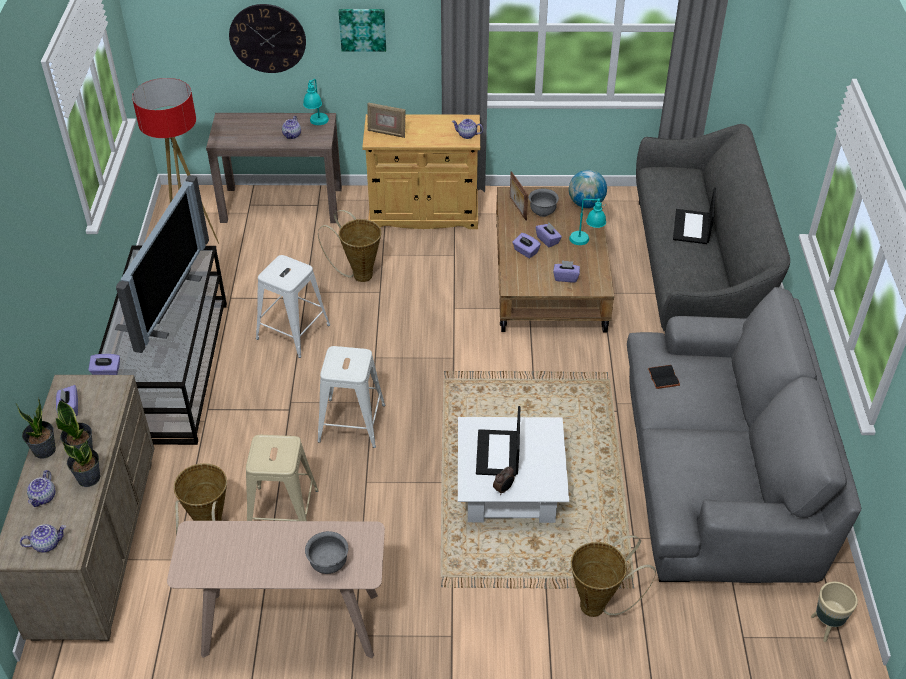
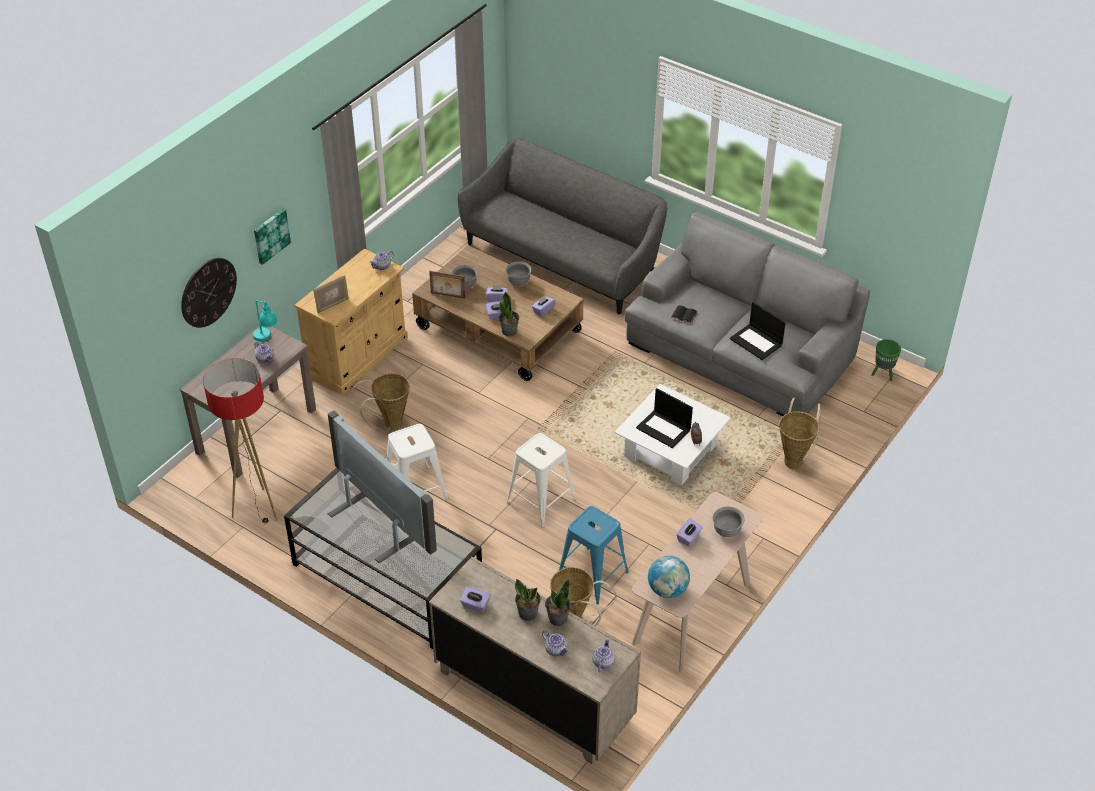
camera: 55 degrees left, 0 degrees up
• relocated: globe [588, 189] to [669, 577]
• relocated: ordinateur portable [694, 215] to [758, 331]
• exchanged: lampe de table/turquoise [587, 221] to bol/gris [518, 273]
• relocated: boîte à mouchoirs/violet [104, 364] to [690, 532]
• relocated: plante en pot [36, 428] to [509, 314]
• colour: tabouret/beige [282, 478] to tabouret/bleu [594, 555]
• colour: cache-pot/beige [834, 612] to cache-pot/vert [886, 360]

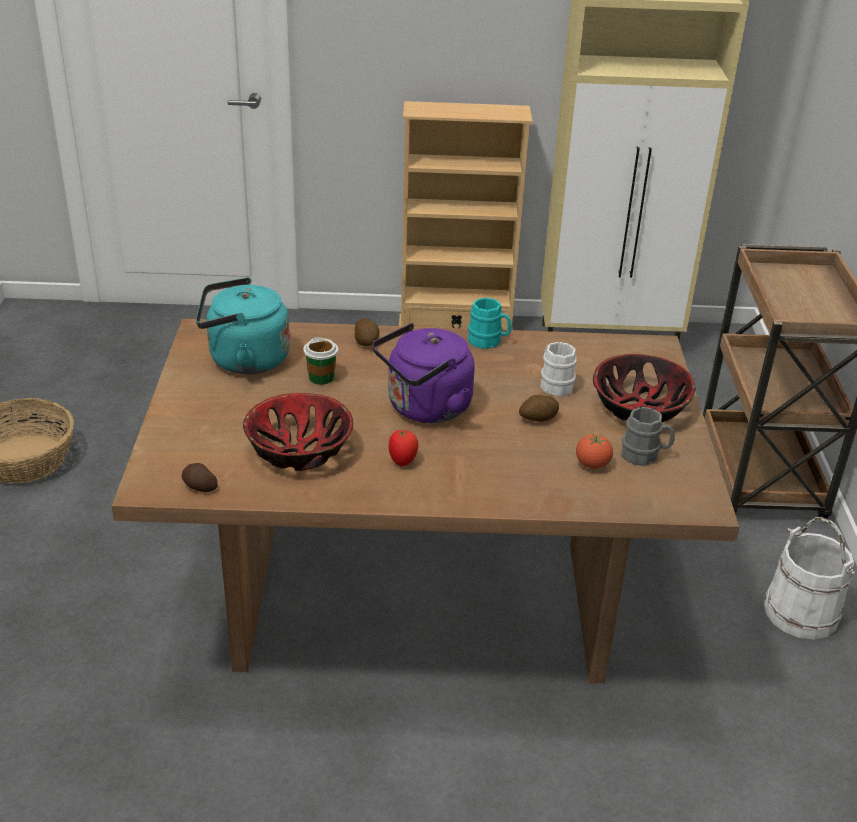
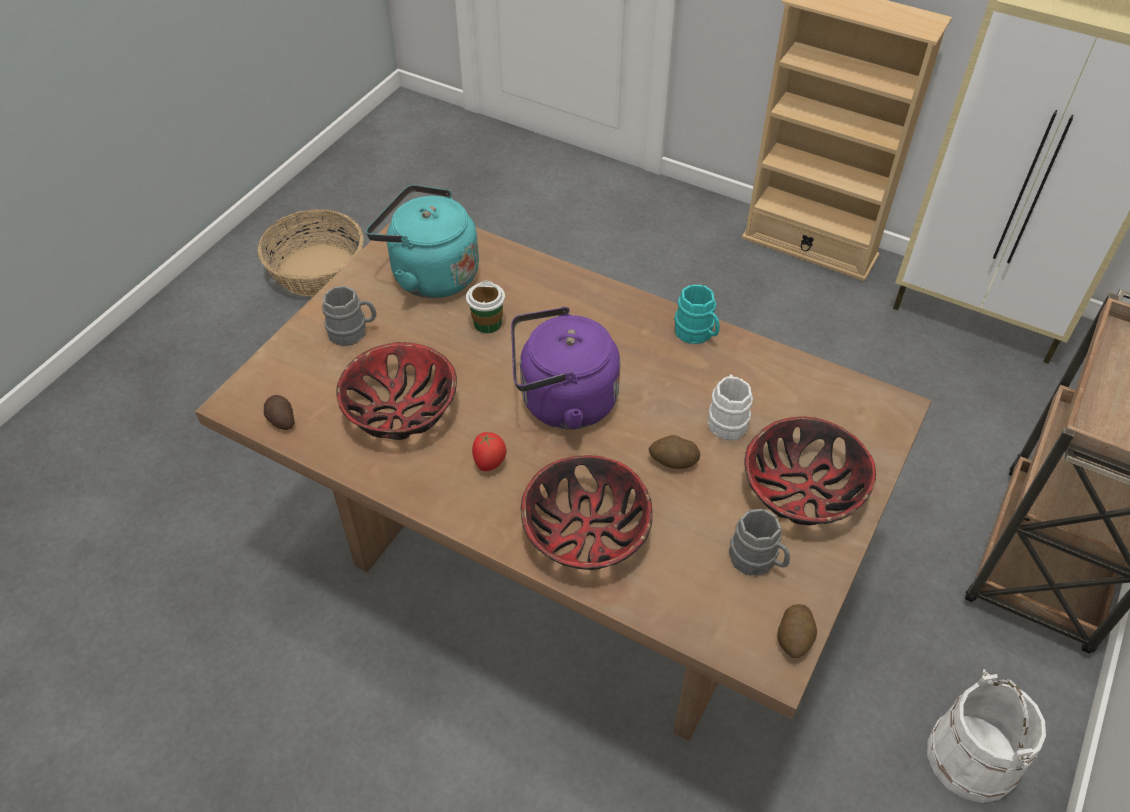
camera: 30 degrees right, 15 degrees up
• relocated: pomme de terre [367, 332] to [797, 631]
• missing: tomate [594, 451]
• appeared: mug/gris [349, 316]
• appeared: bol [587, 512]

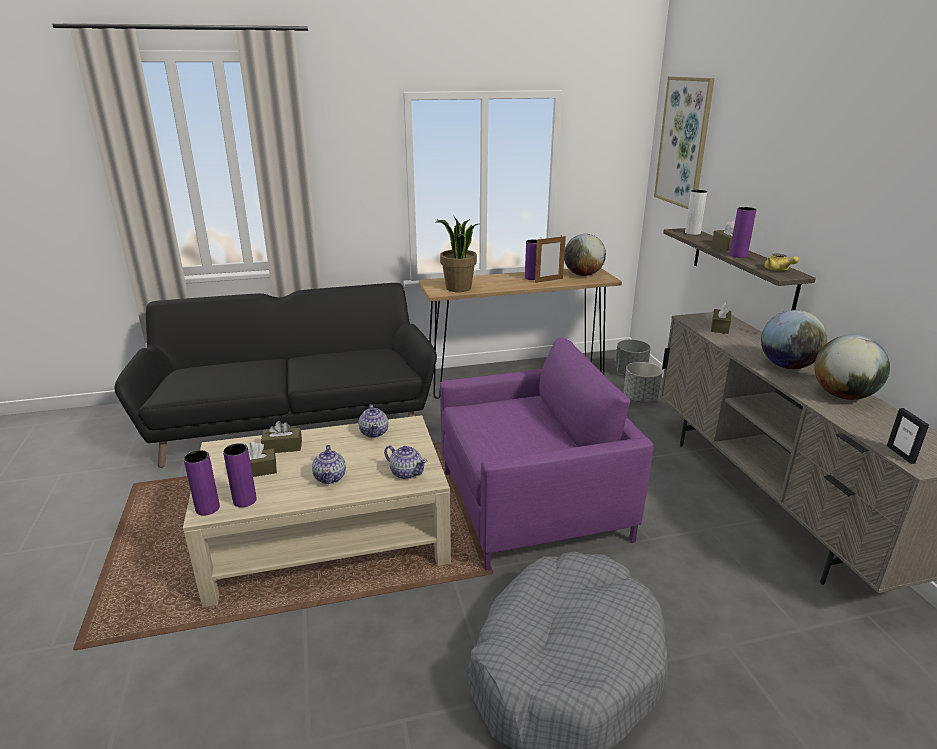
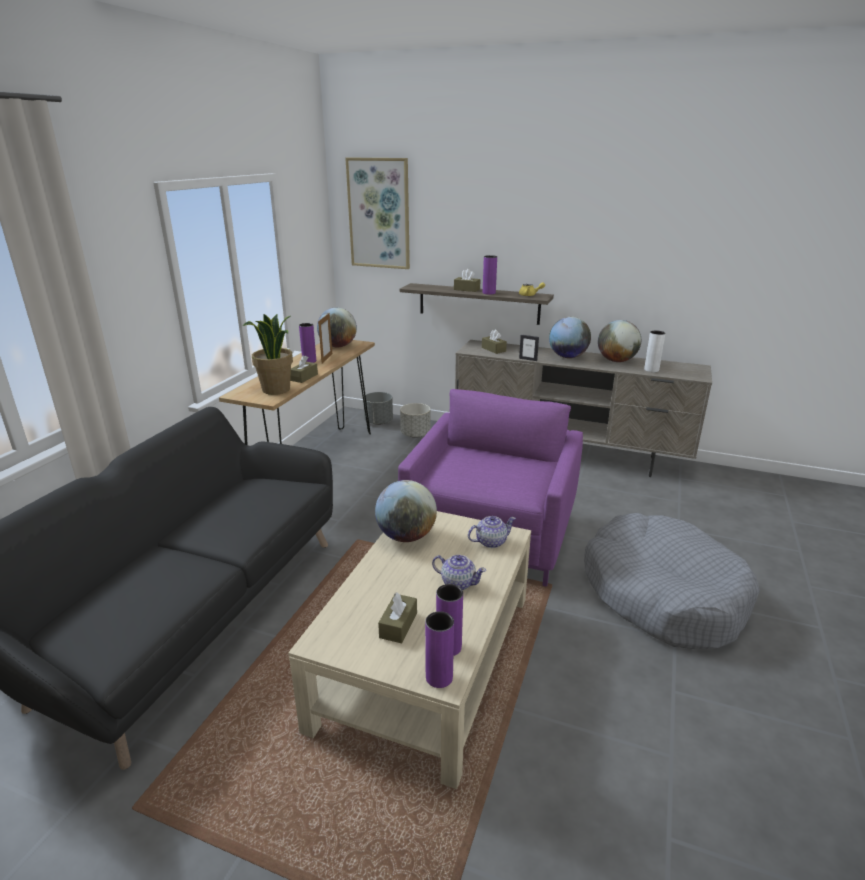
camera: 55 degrees left, 0 degrees up
• relocated: vase/blanc [696, 212] to [654, 351]
• exchanged: théière [373, 421] to globe [406, 511]
• relocated: cadre photo [908, 436] to [529, 348]
• relocated: boîte à mouchoirs/marron [281, 437] to [304, 369]

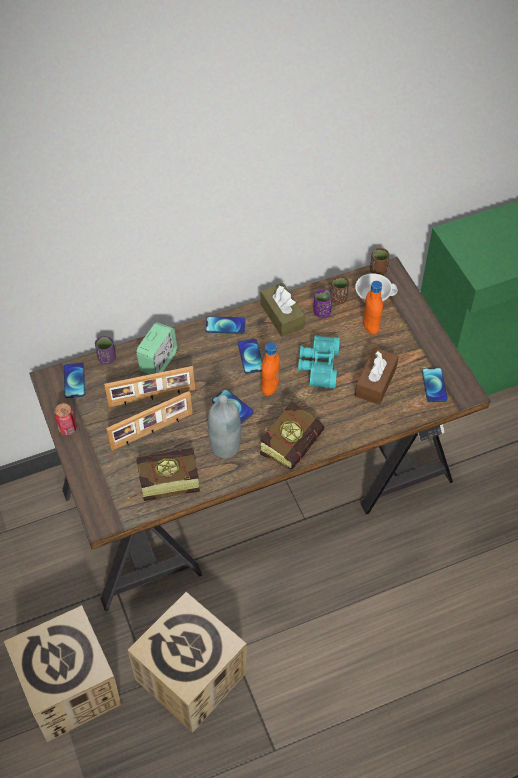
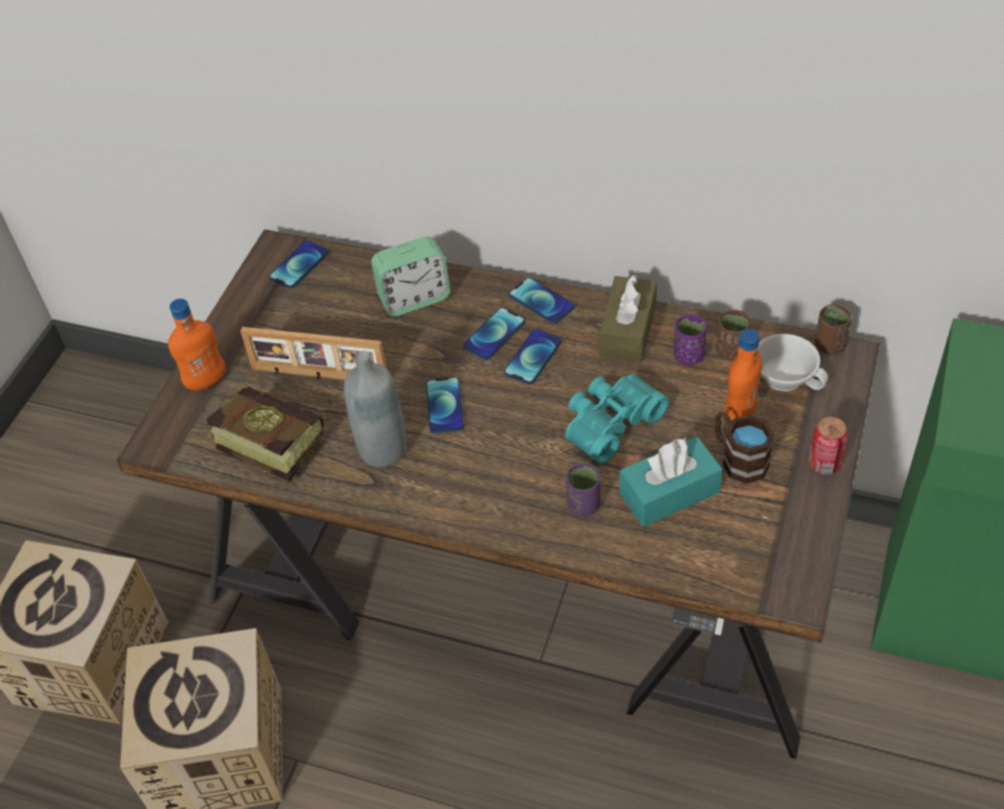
camera: 45 degrees right, 5 degrees down
• relocated: tasse/violet [105, 350] to [583, 490]
• relocated: bouteille/orange [270, 369] to [197, 345]
• colour: boîte à mouchoirs/marron [377, 376] to boîte à mouchoirs/turquoise [671, 481]
• missing: cadre photo [149, 386]
• relocated: téléphone [435, 384] to [494, 333]
• missing: livre [292, 436]
• relocated: boîte métallique [65, 419] to [828, 446]
• appeared: mug/marron [744, 447]

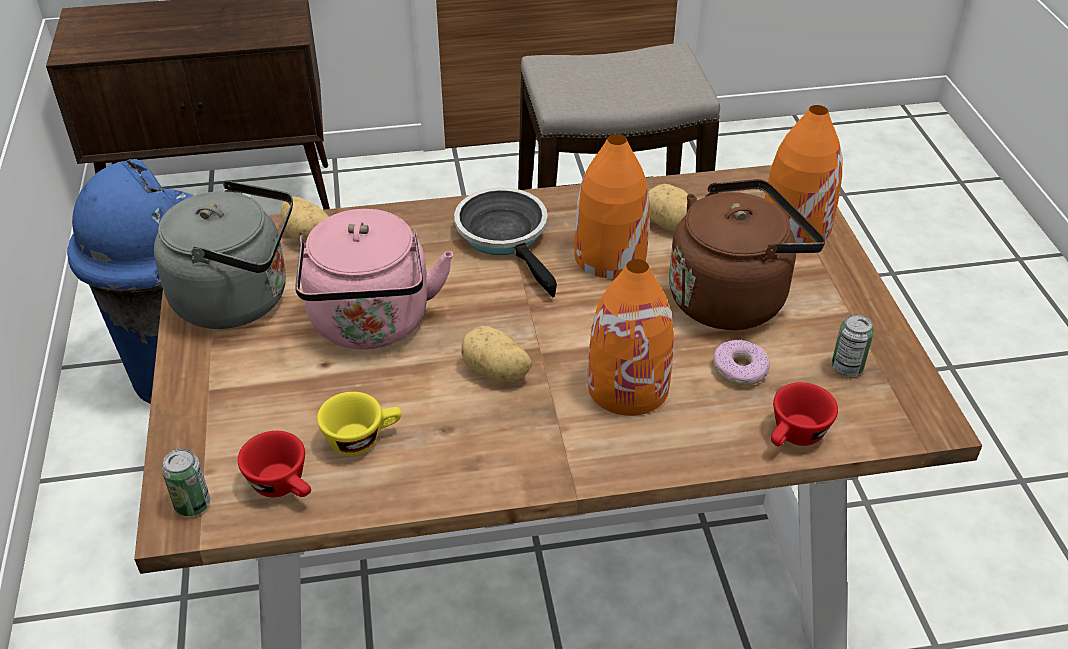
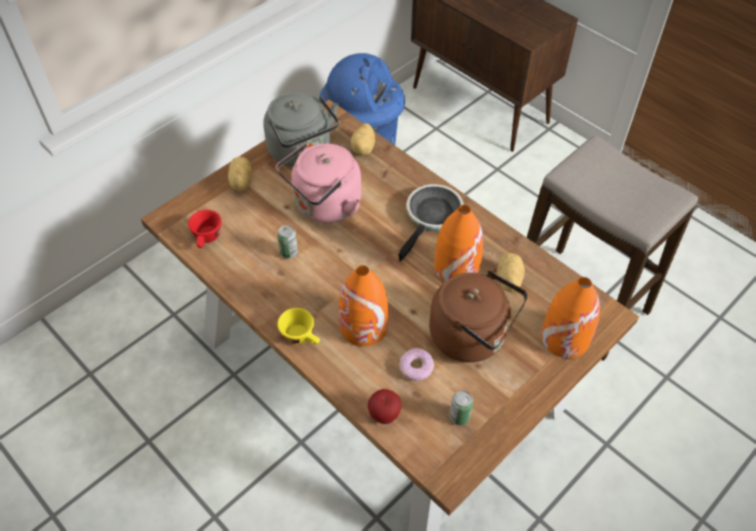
camera: 55 degrees right, 10 degrees up
• relocated: pomme de terre [496, 354] to [240, 174]
• exchanged: tasse/rouge [804, 414] to pomme [385, 406]
• relocated: tasse/jaune [359, 424] to [298, 326]
• relocated: boîte métallique [186, 482] to [287, 242]

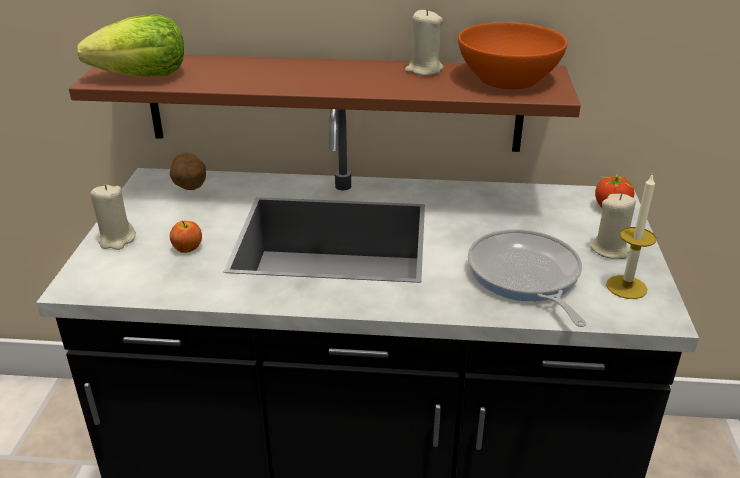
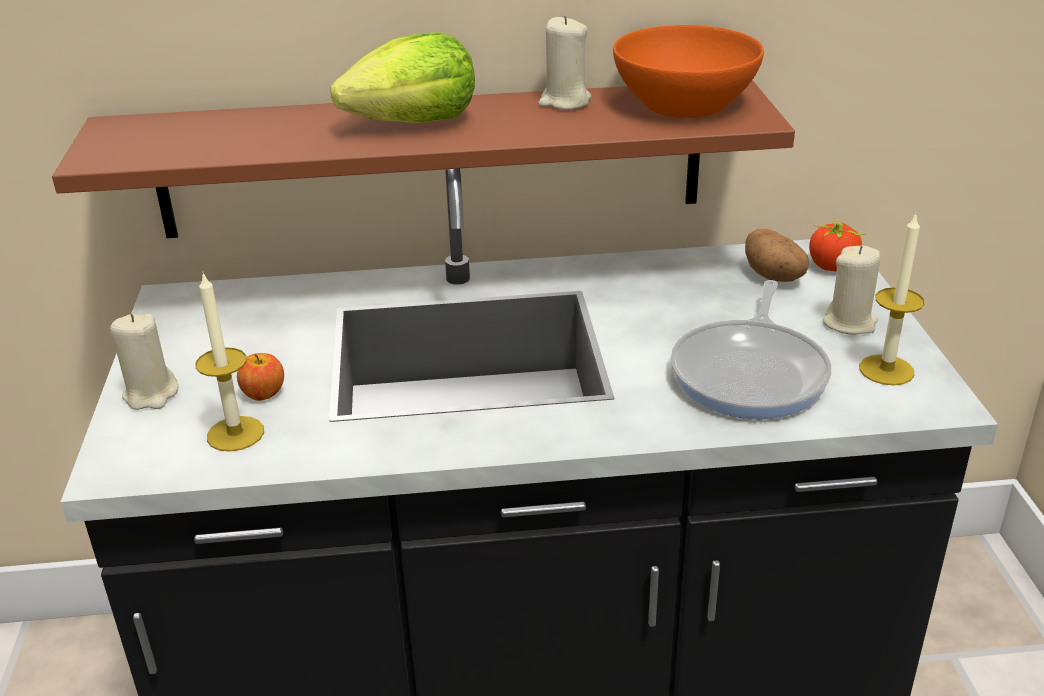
camera: 10 degrees left, 0 degrees up
• relocated: laitue [130, 46] to [402, 77]
• relocated: pomme de terre [188, 171] to [777, 255]
• spun: poêle [527, 278] = [751, 349] 135 degrees counterclockwise
• appeared: bougie [230, 362]

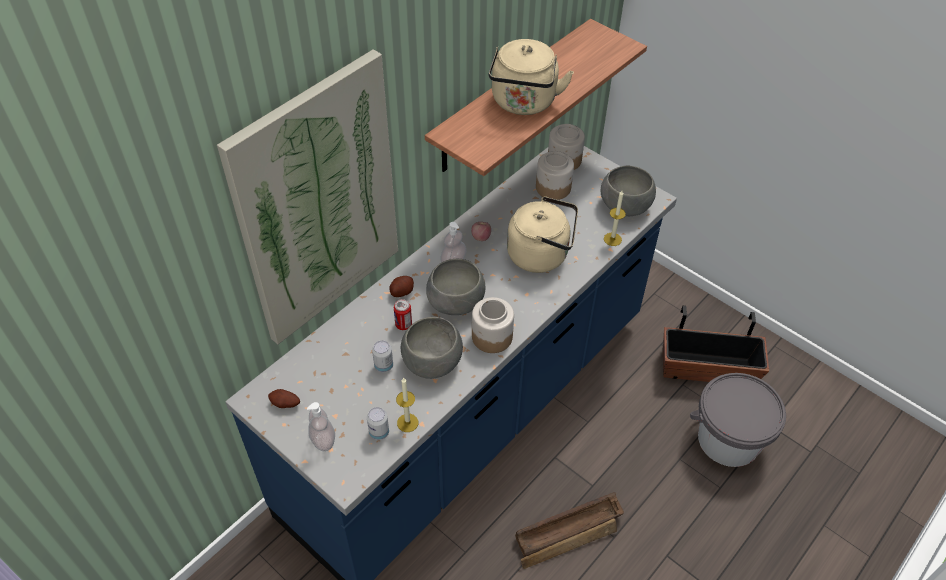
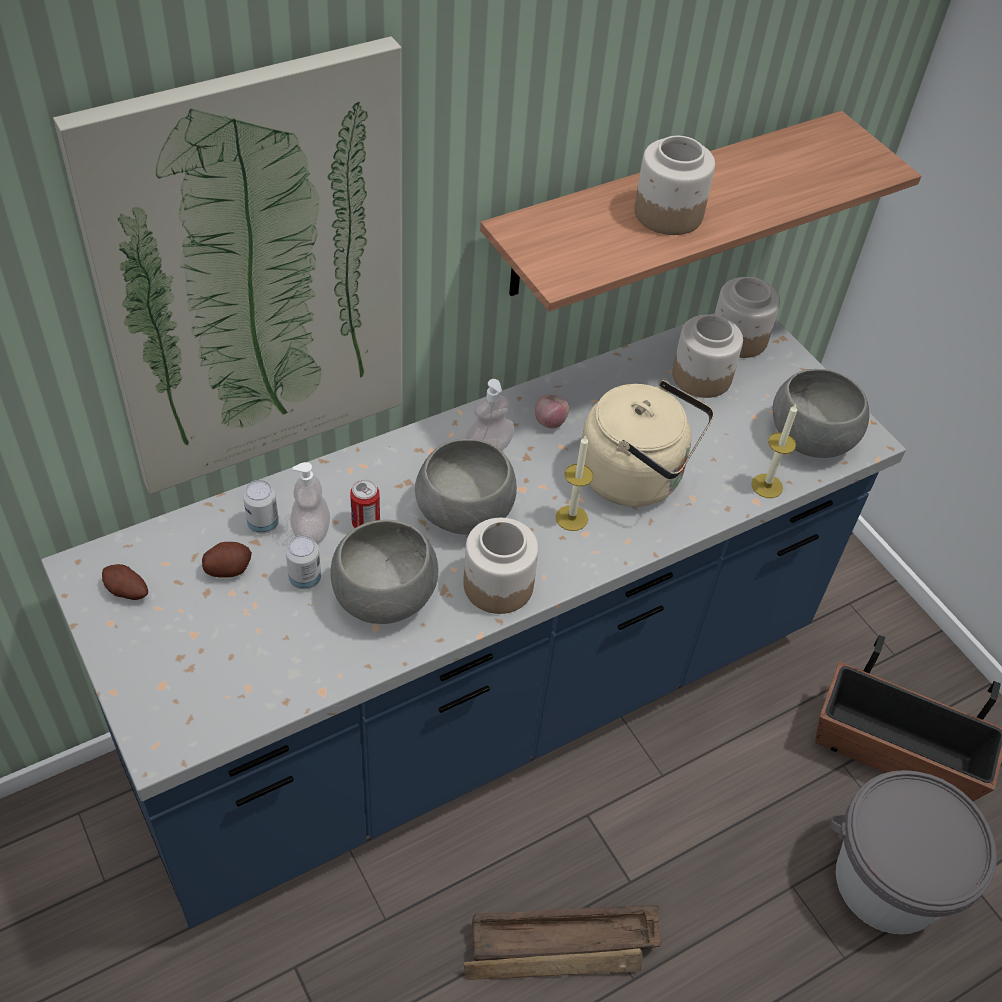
camera: 15 degrees right, 0 degrees up
• exchanged: bouilloire/beige [531, 77] to bocal [674, 185]
• relocated: pomme de terre [401, 286] to [227, 560]
• relocated: bougie [407, 405] to [574, 483]
• relocated: distributeur de savon [321, 426] to [310, 503]
• relocated: boîte métallique [378, 423] to [261, 507]

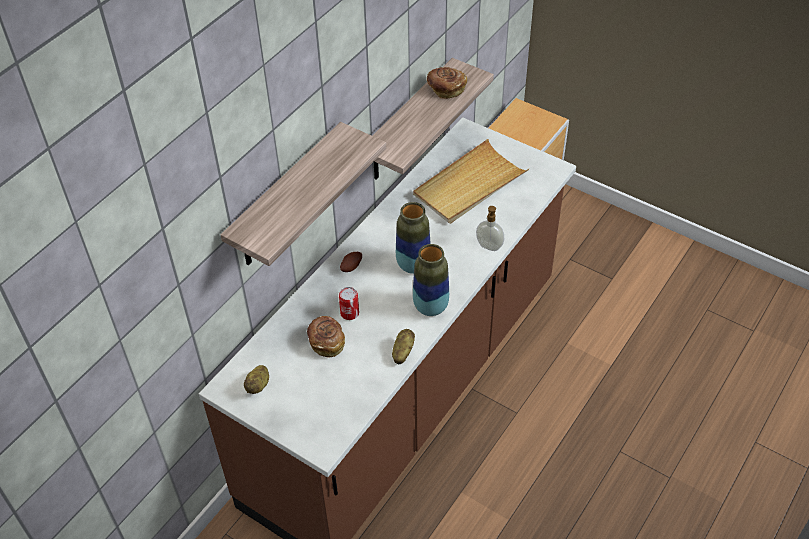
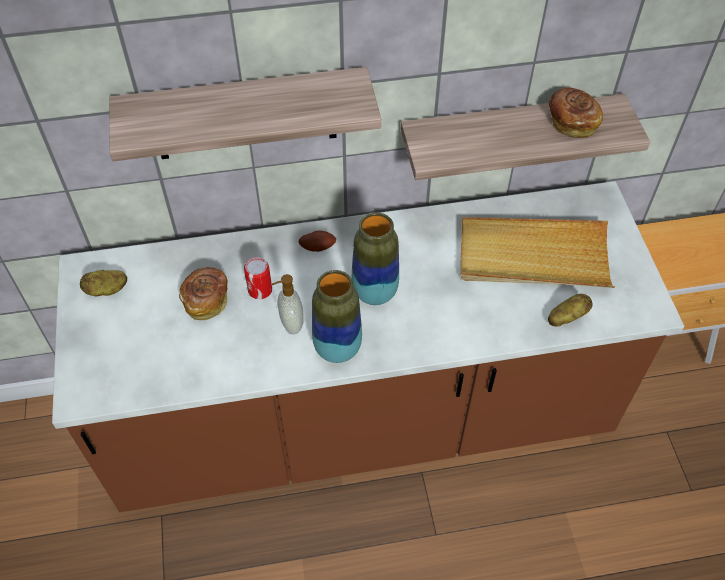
camera: 45 degrees right, 5 degrees up
• relocated: distributeur de savon [490, 228] to [288, 304]
• relocated: pomme de terre [403, 346] to [570, 310]

